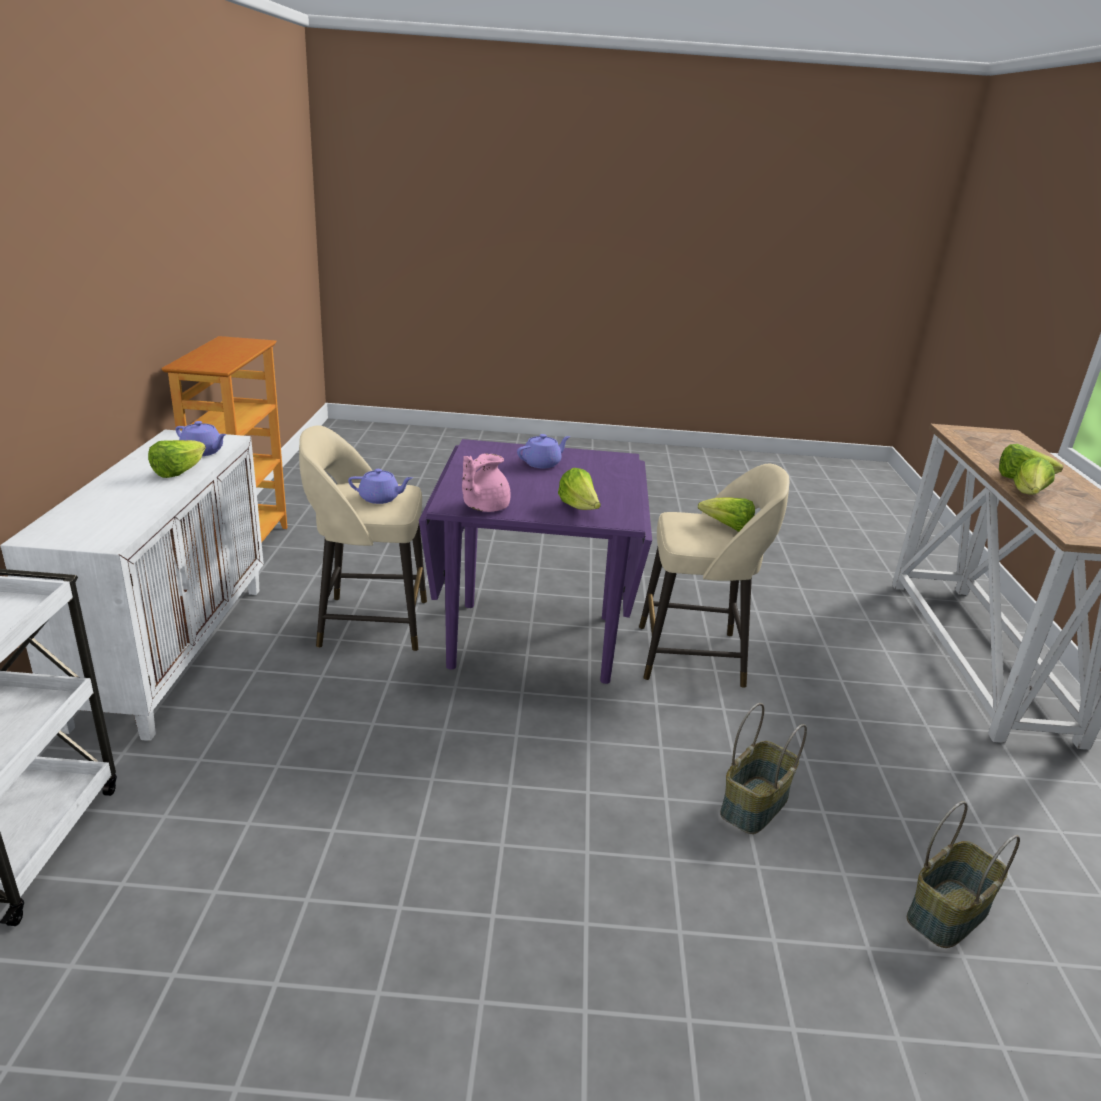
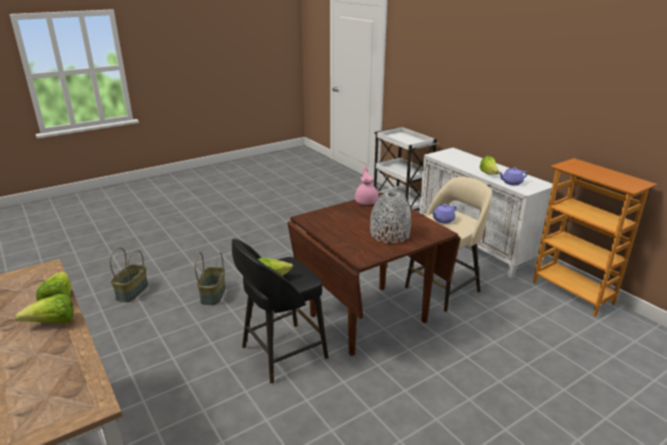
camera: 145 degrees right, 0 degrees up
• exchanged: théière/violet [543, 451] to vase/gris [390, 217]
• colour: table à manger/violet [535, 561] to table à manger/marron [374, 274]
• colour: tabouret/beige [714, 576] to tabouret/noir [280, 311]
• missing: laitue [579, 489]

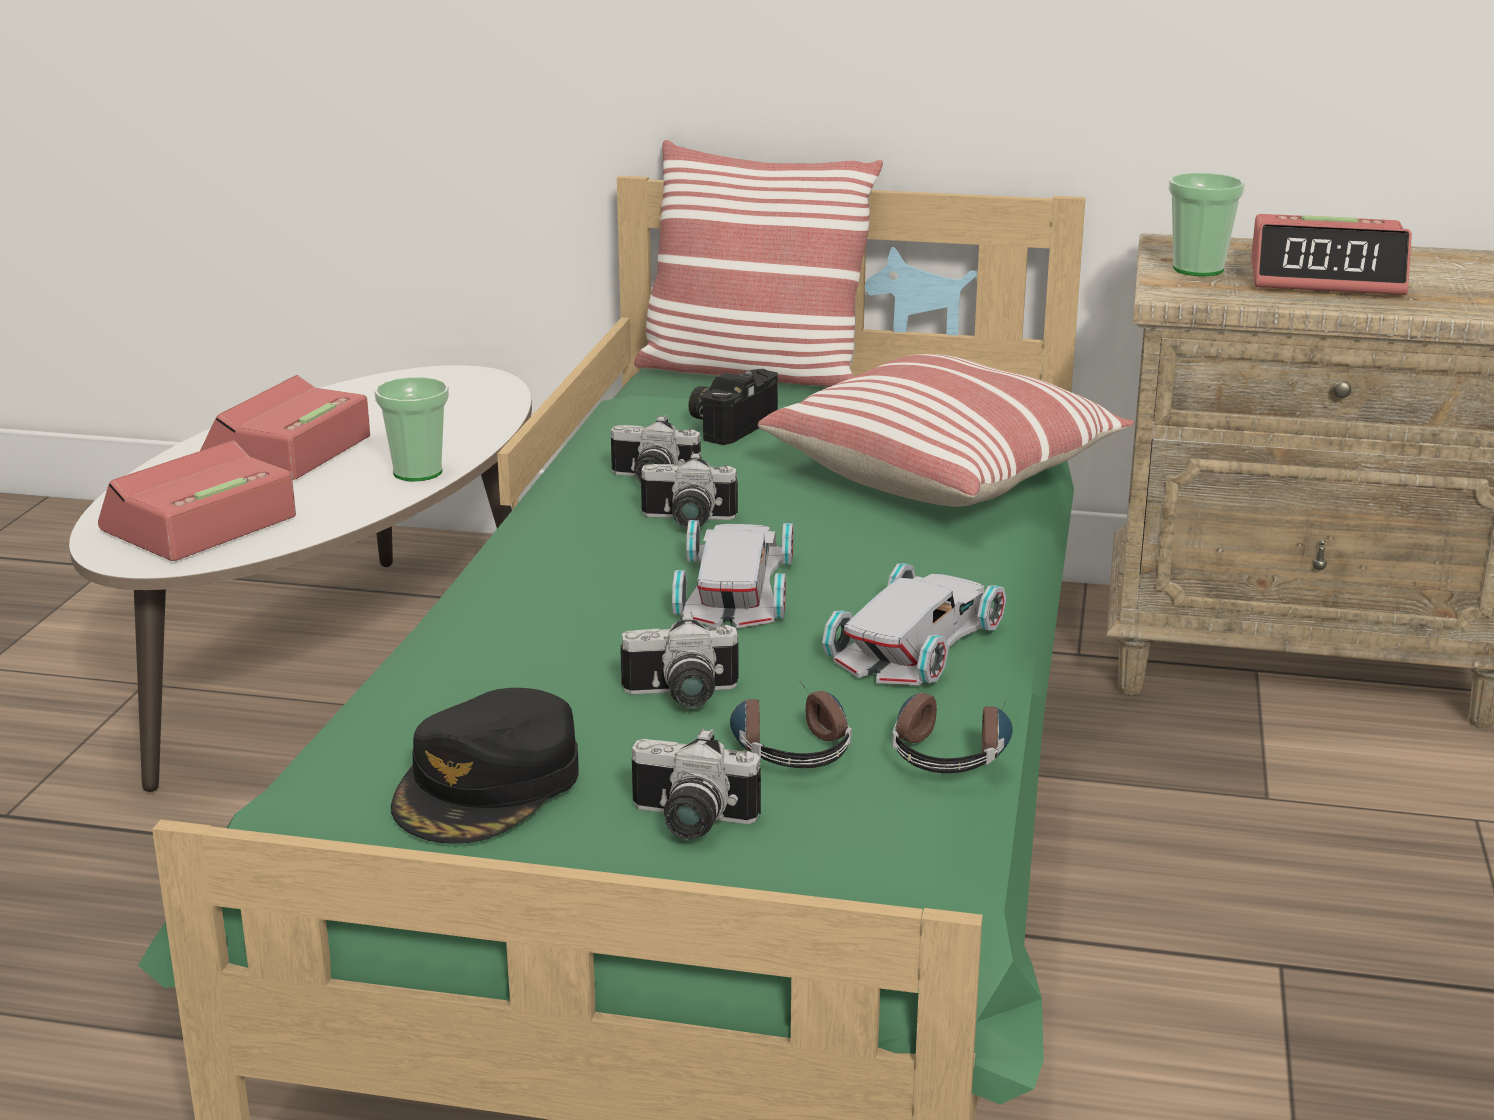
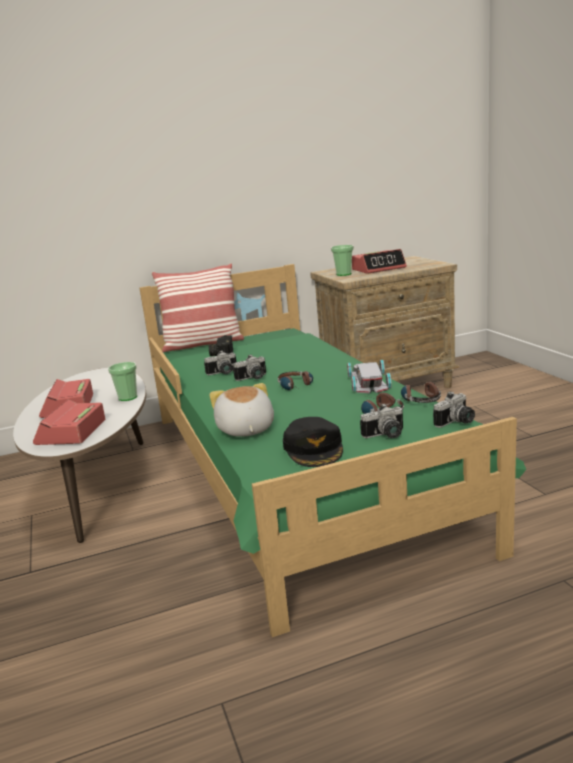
camera: 30 degrees left, 5 degrees down
• missing: coussin [946, 430]
• exchanged: petite voiture/blanc [733, 574] to casque audio [295, 380]
• relocated: appareil photo [679, 659] to [454, 410]
• appeared: peluche [241, 410]

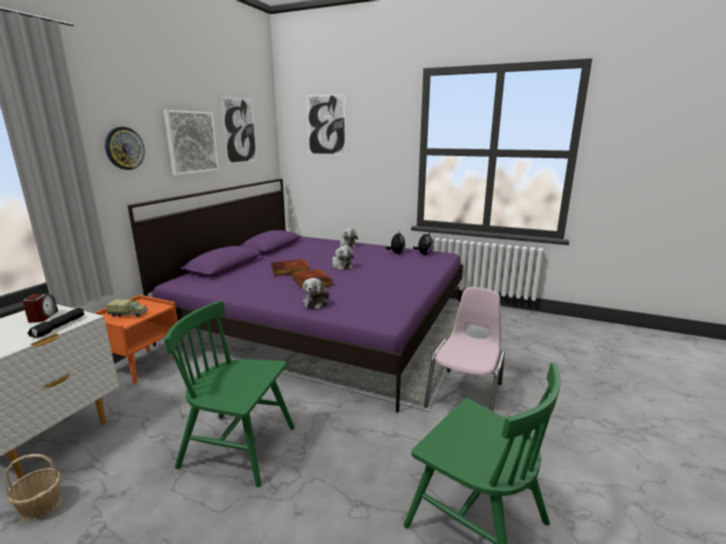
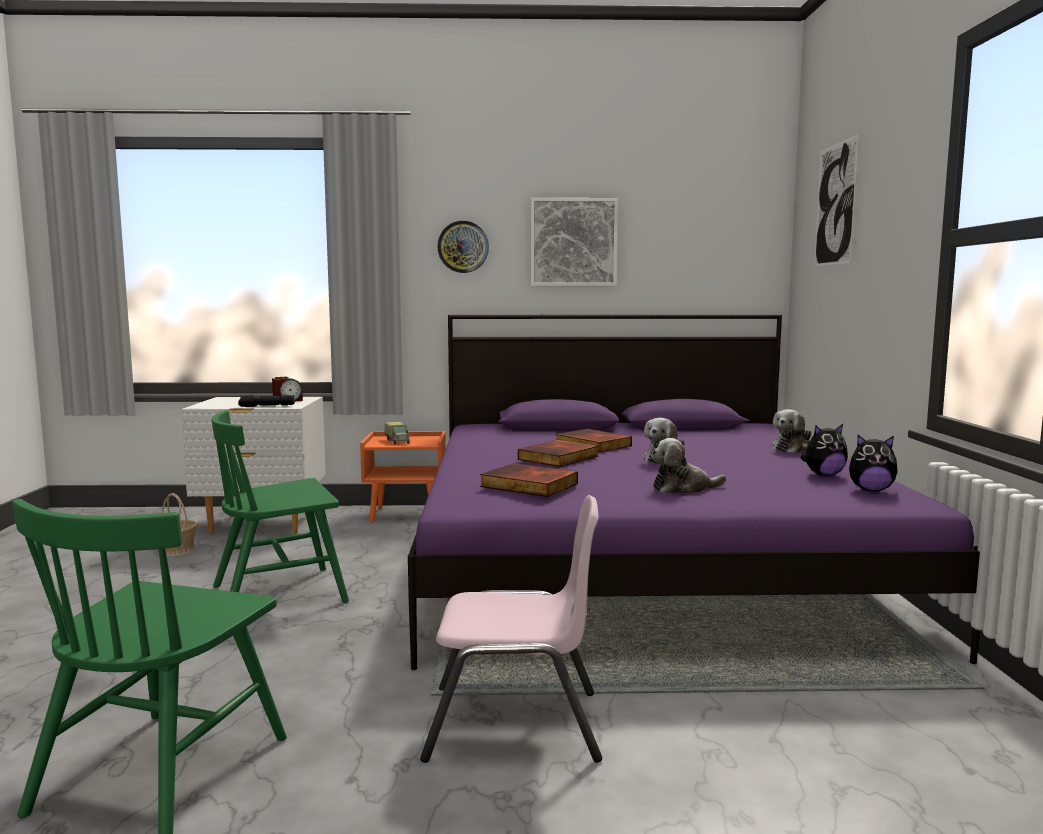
camera: 65 degrees right, 10 degrees down
• missing: tableau [239, 130]
• relocated: peluche [316, 293] to [688, 466]
• spun: chaise/vert [229, 394] = [280, 506] 105 degrees counterclockwise
• appeared: livre [529, 480]

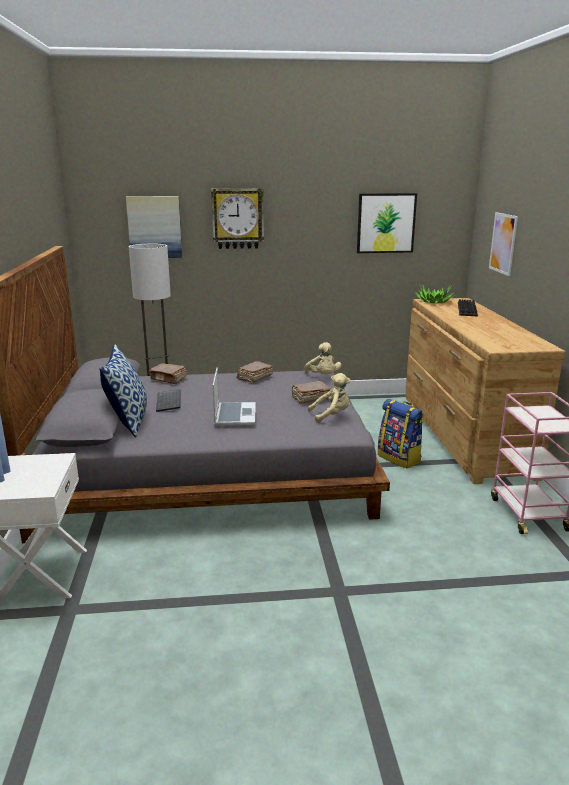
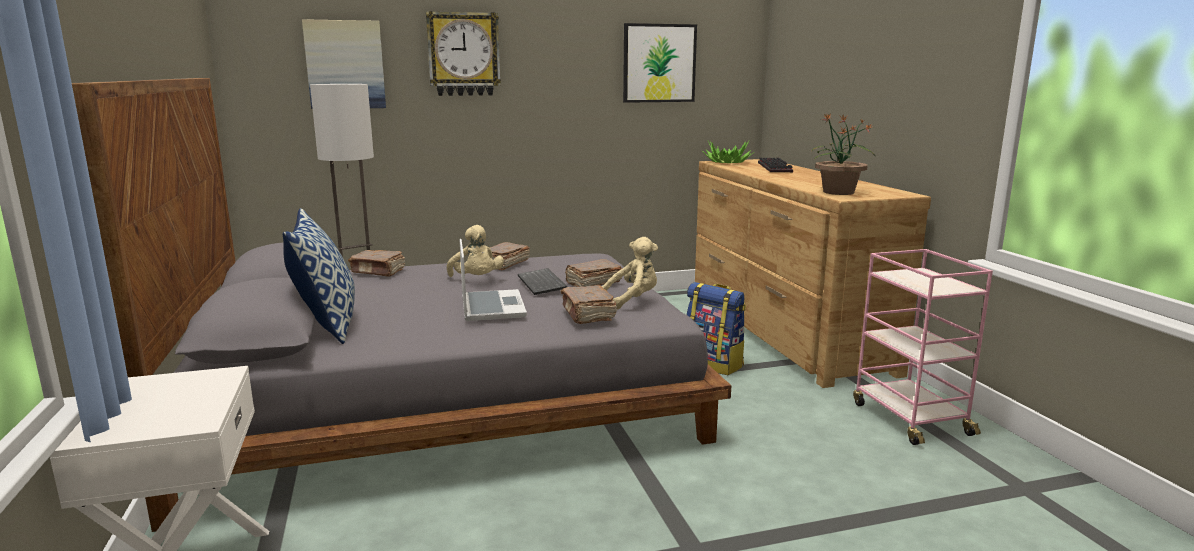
camera: 10 degrees left, 5 degrees down
• missing: tableau [503, 244]
• relocated: peluche/beige [323, 358] to [475, 251]
• relocated: clavier [168, 400] to [542, 281]
• appeared: plante en pot [843, 154]
• appeared: livre/marron [588, 304]

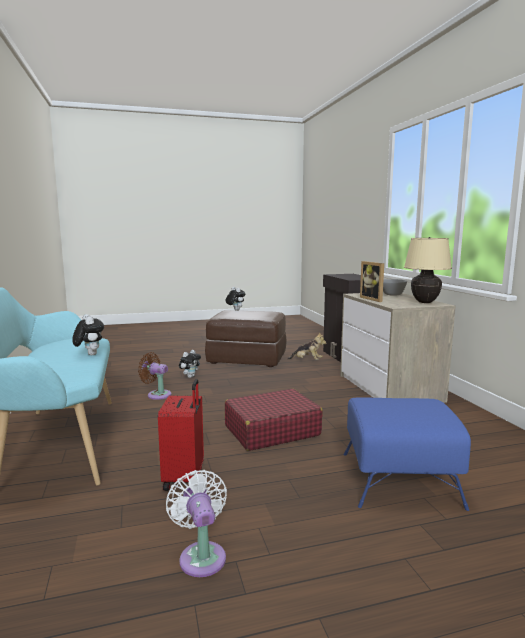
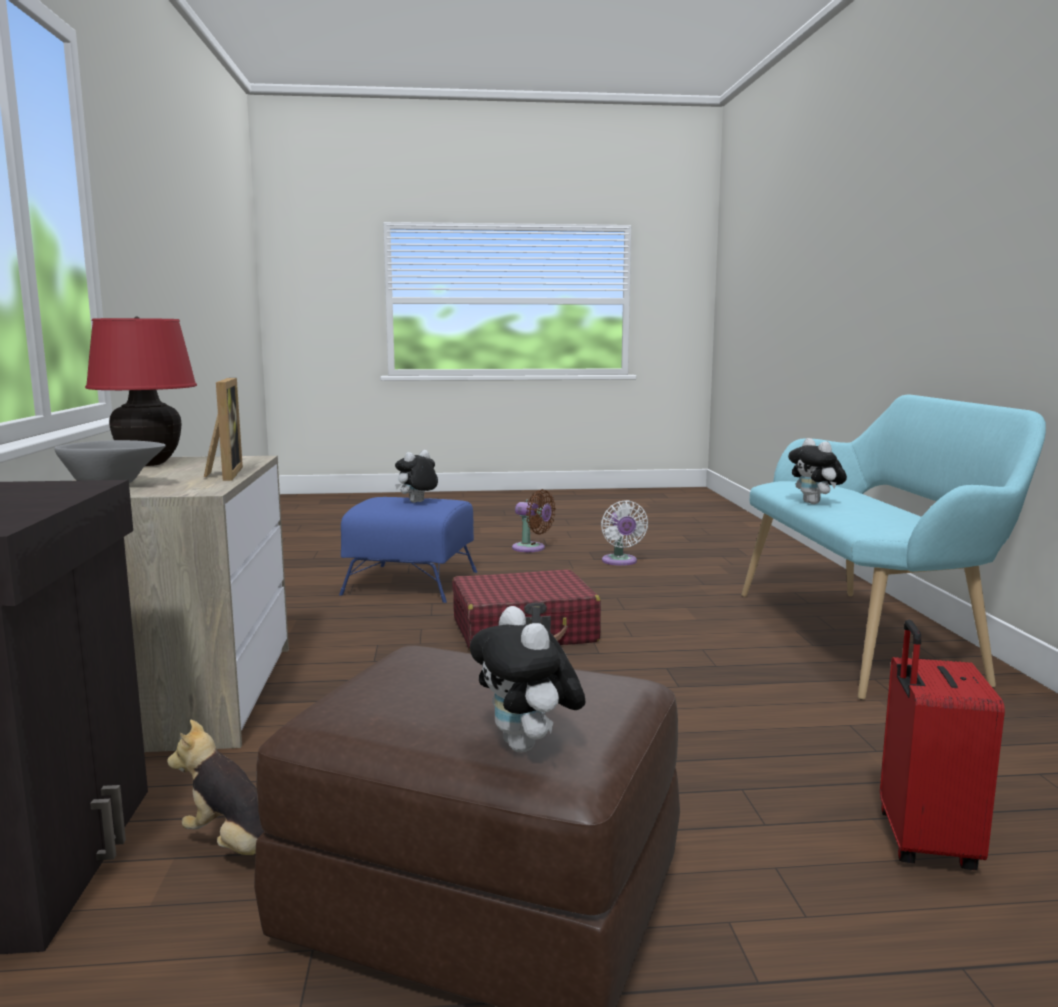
camera: 170 degrees left, 0 degrees up
• colour: lampe de table/beige [428, 270] to lampe de table/rouge [141, 391]
• relocated: peluche [190, 364] to [416, 476]
• relocated: ventilateur/marron [154, 376] to [534, 520]
• relocated: valise/rouge [181, 435] to [942, 745]

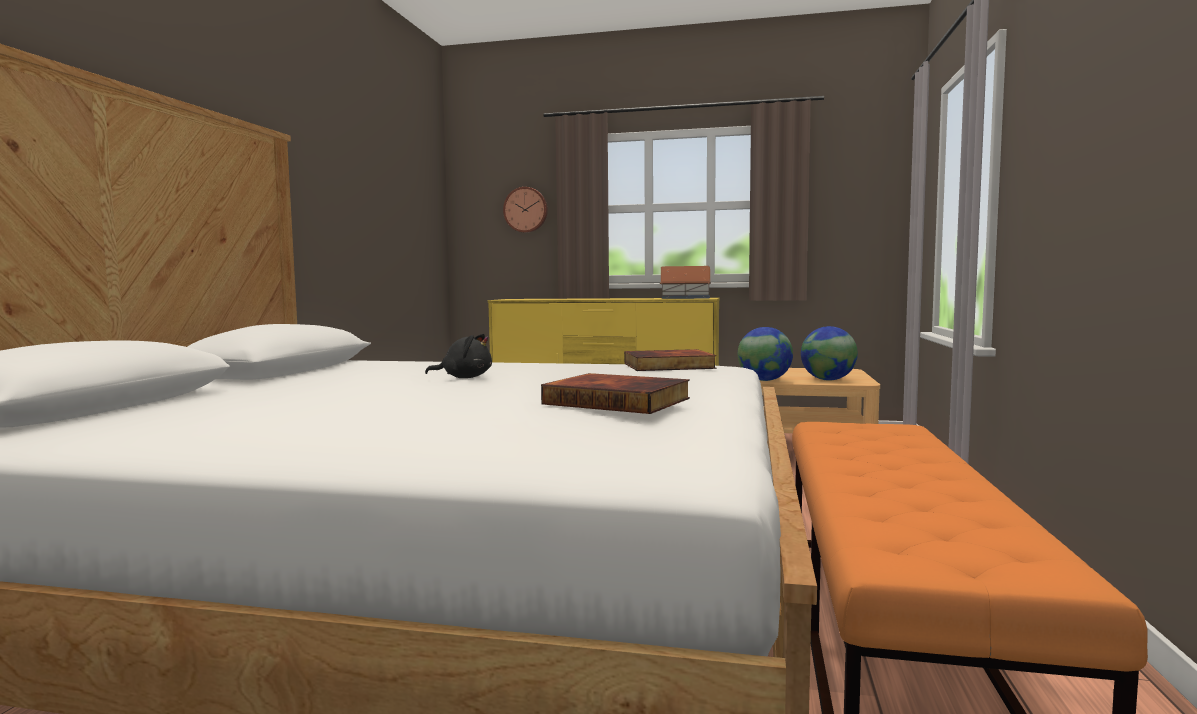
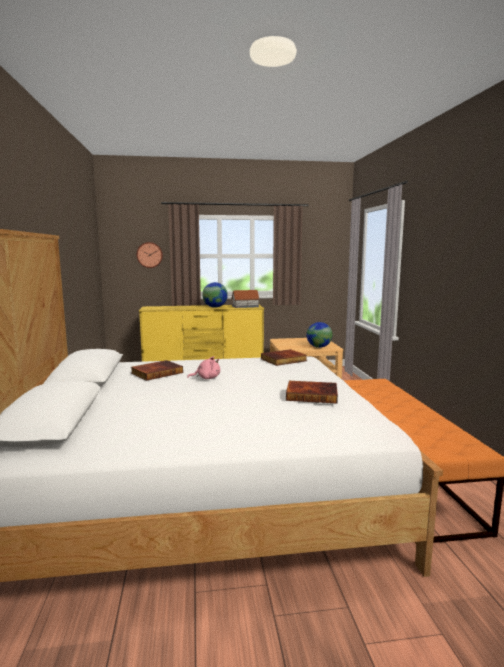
camera: 20 degrees left, 5 degrees up
• relocated: globe [765, 354] to [215, 295]
• colour: peluche/noir [458, 356] to peluche/rose [203, 367]
• appeared: livre [157, 370]

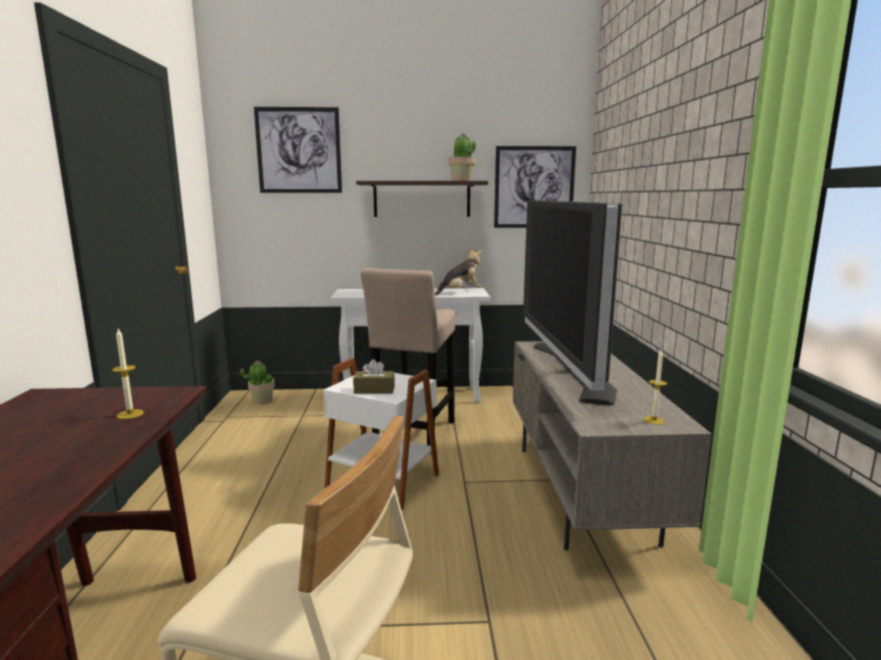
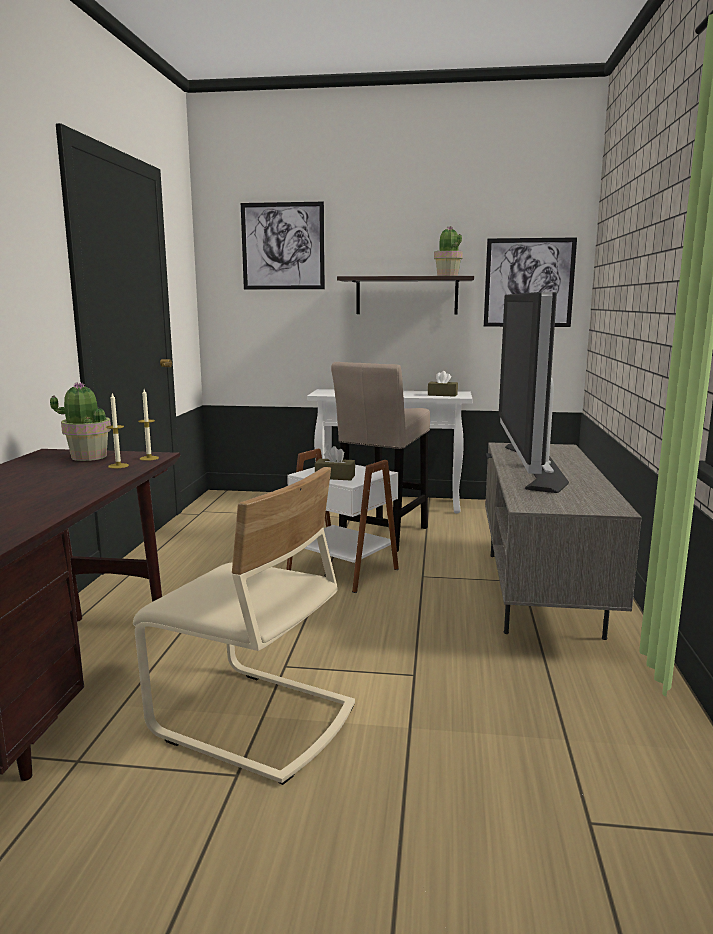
camera: 10 degrees right, 0 degrees up
• exchanged: peluche [458, 272] to boîte à mouchoirs/marron [443, 384]
• relocated: bougie [655, 387] to [148, 425]
• relocated: plante en pot [257, 383] to [80, 421]

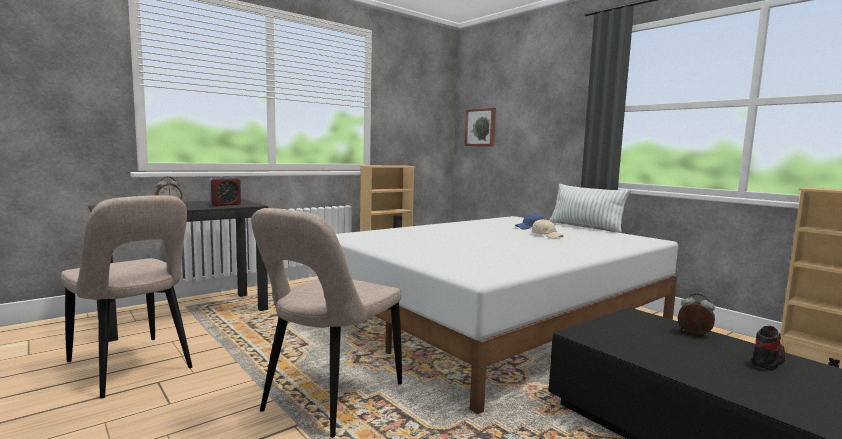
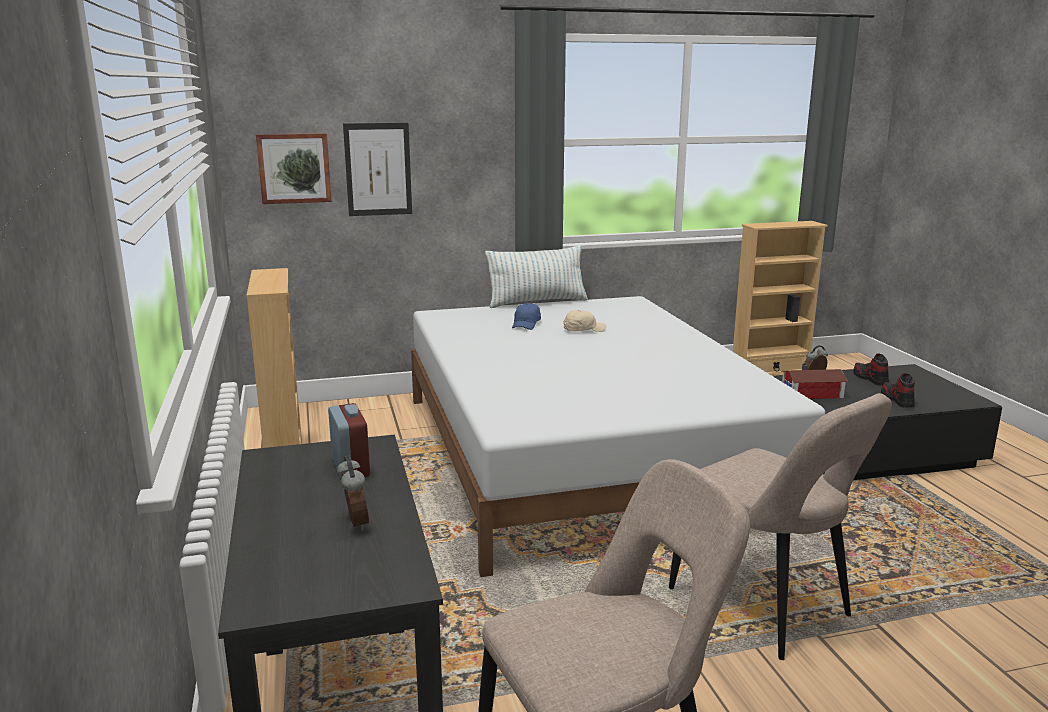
camera: 65 degrees left, 10 degrees up
• appeared: tableau [377, 169]
• appeared: maison miniature [814, 381]
• appeared: chaussure [898, 390]

